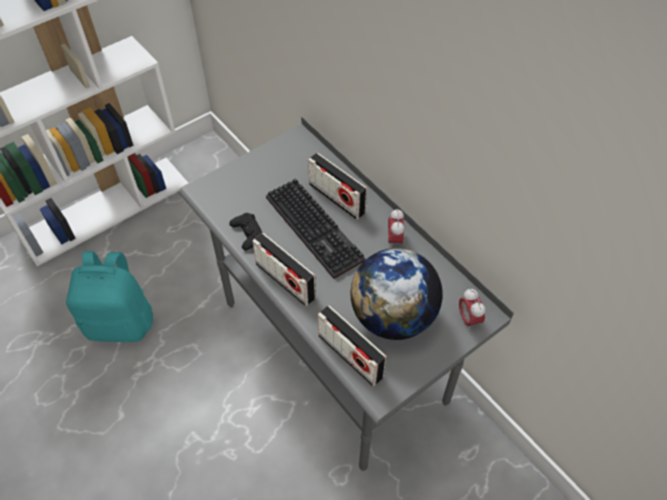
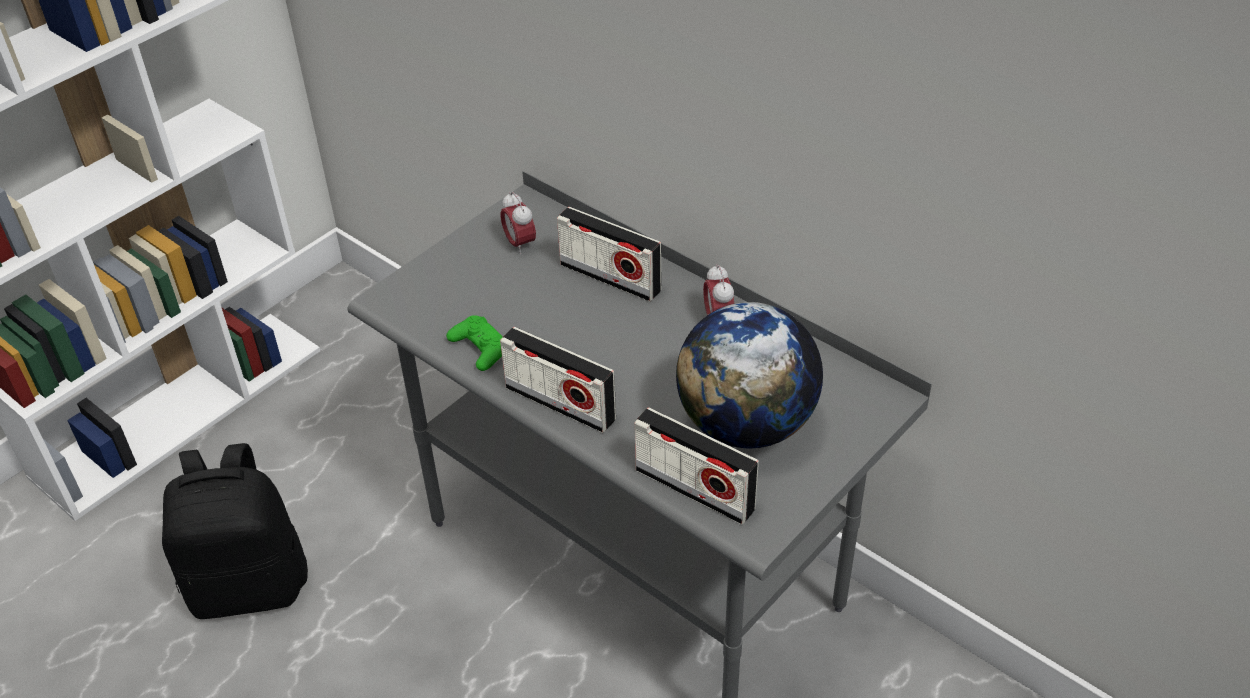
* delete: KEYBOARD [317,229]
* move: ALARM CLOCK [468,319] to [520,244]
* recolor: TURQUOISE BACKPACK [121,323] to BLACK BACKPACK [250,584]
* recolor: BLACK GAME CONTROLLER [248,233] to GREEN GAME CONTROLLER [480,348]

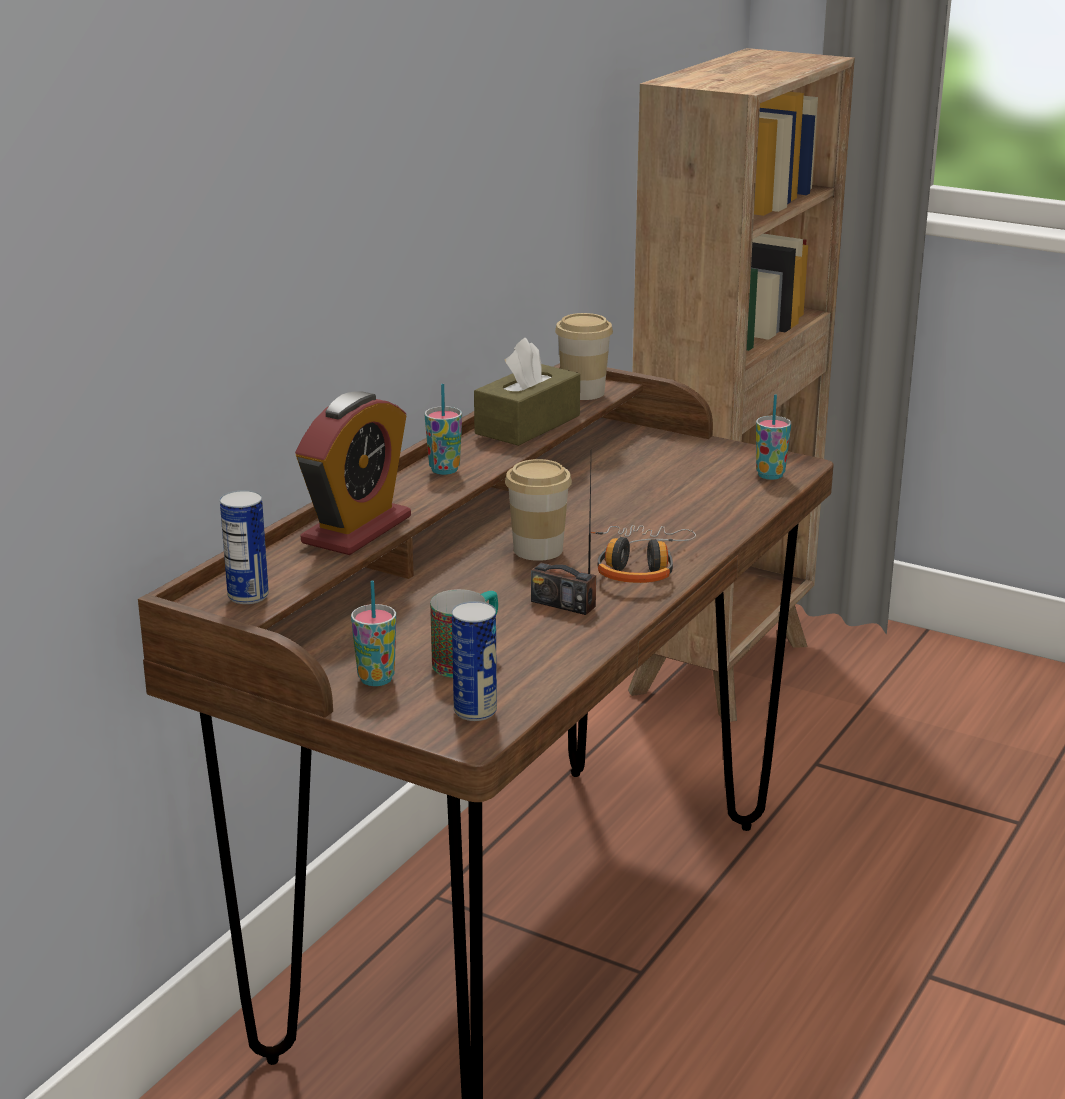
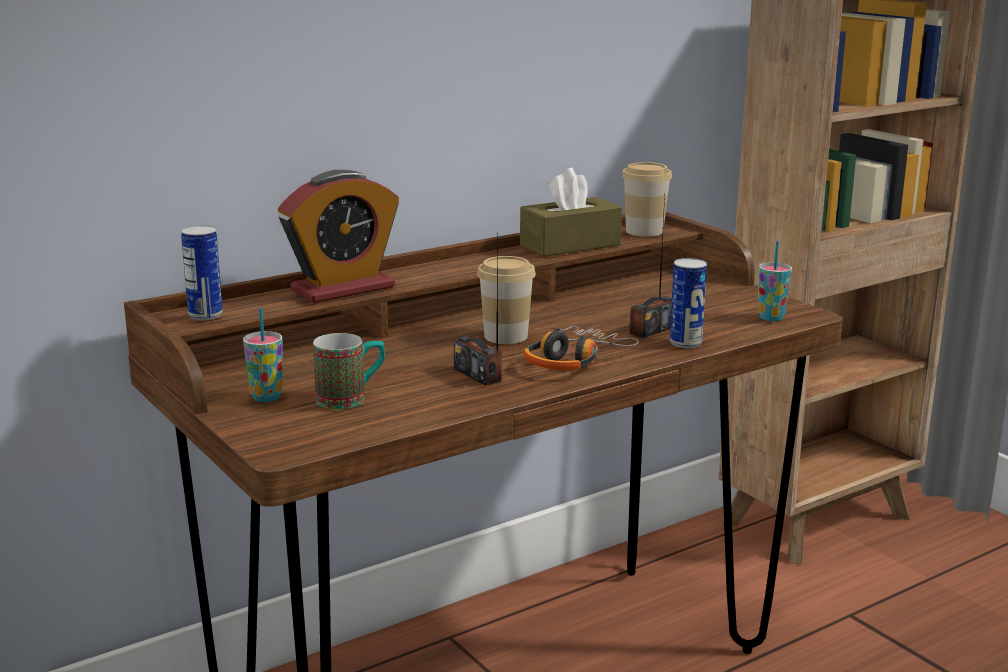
* delete: CUP [444,470]
* insert: RADIO [652,330]
* move: CAN [475,711] to [685,343]

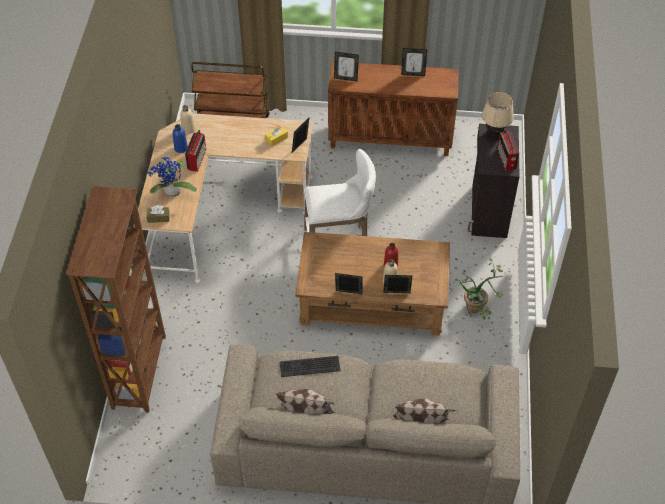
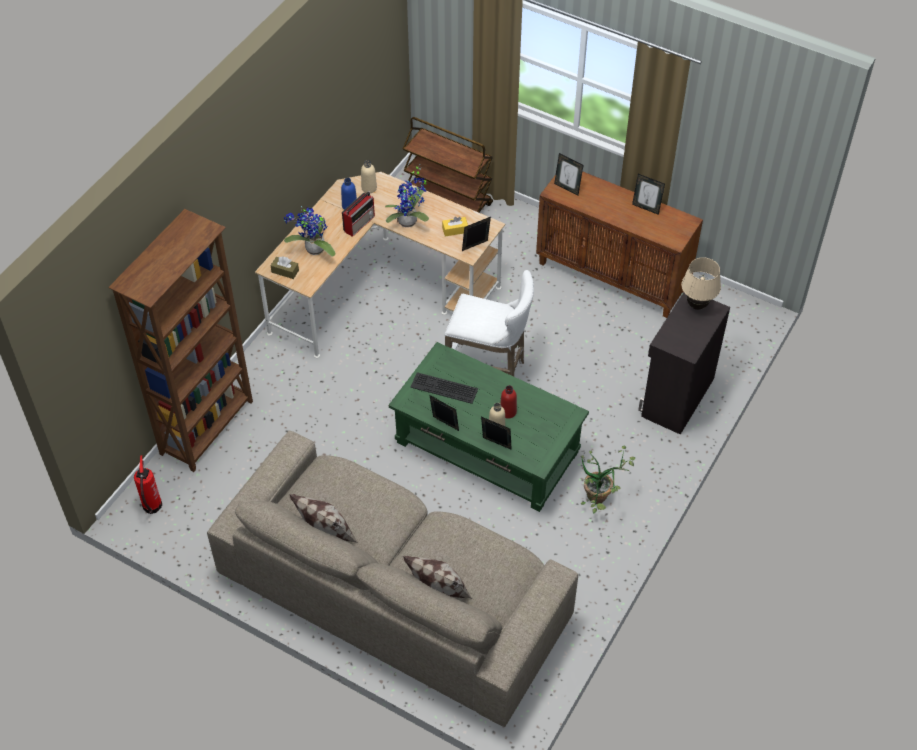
* delete: RADIO [506,159]
* insert: FIRE EXTINGUISHER [152,507]
* insert: POTTED PLANT [410,222]
* move: KEYBOARD [309,367] to [443,389]
* recolor: BROWN COFFEE TABLE [371,301] to GREEN COFFEE TABLE [486,447]

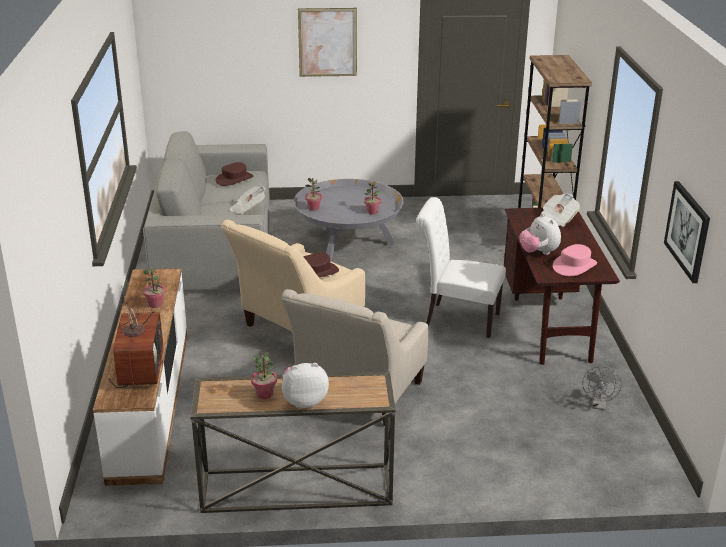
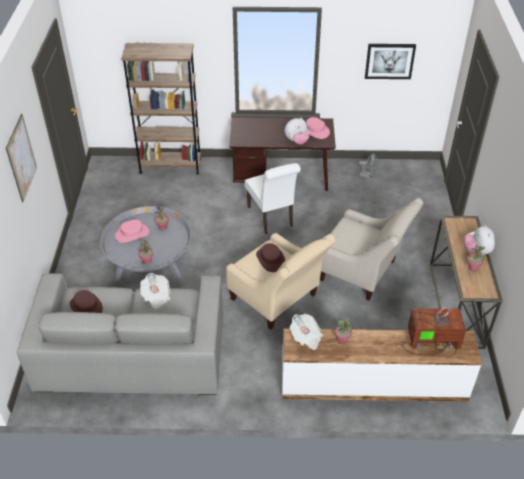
* insert: PINK HAT [132,233]
* move: NEWSPAPER [557,220] to [306,337]
* rotate: WHITE CHAIR [457,319] = [272,218] 45 degrees counterclockwise

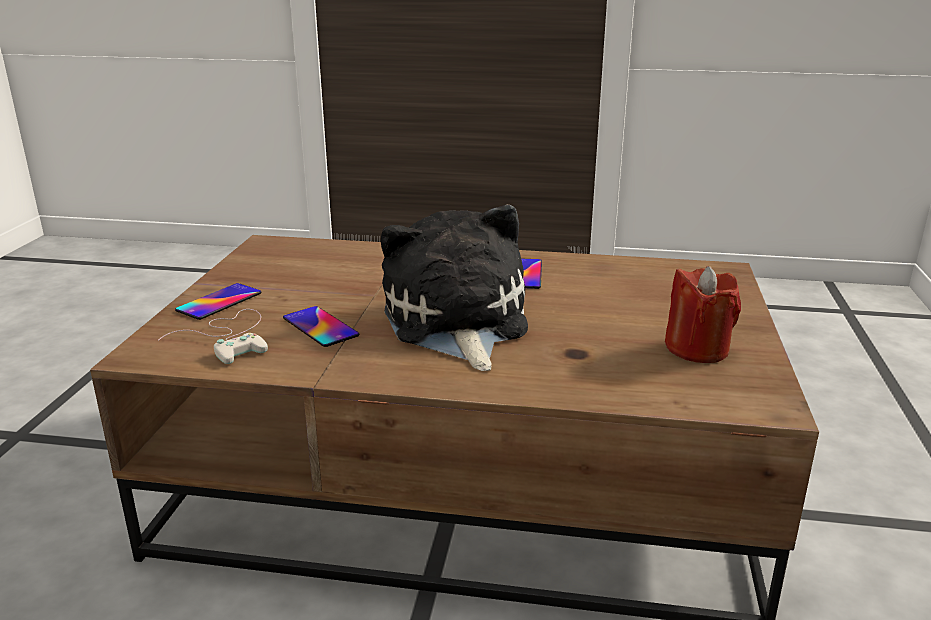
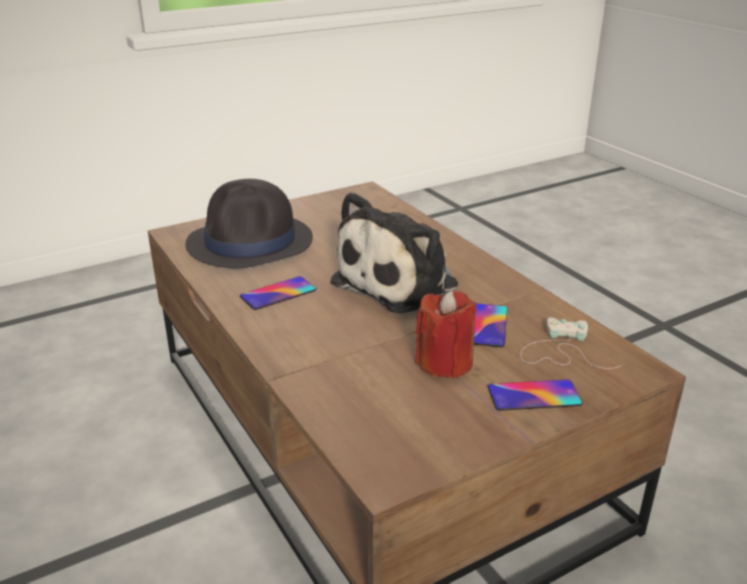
* insert: BLACK HAT [251,243]
* move: RED CANDLE [697,349] to [445,362]

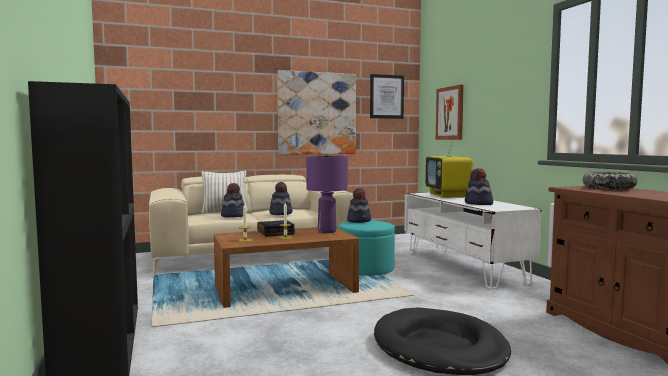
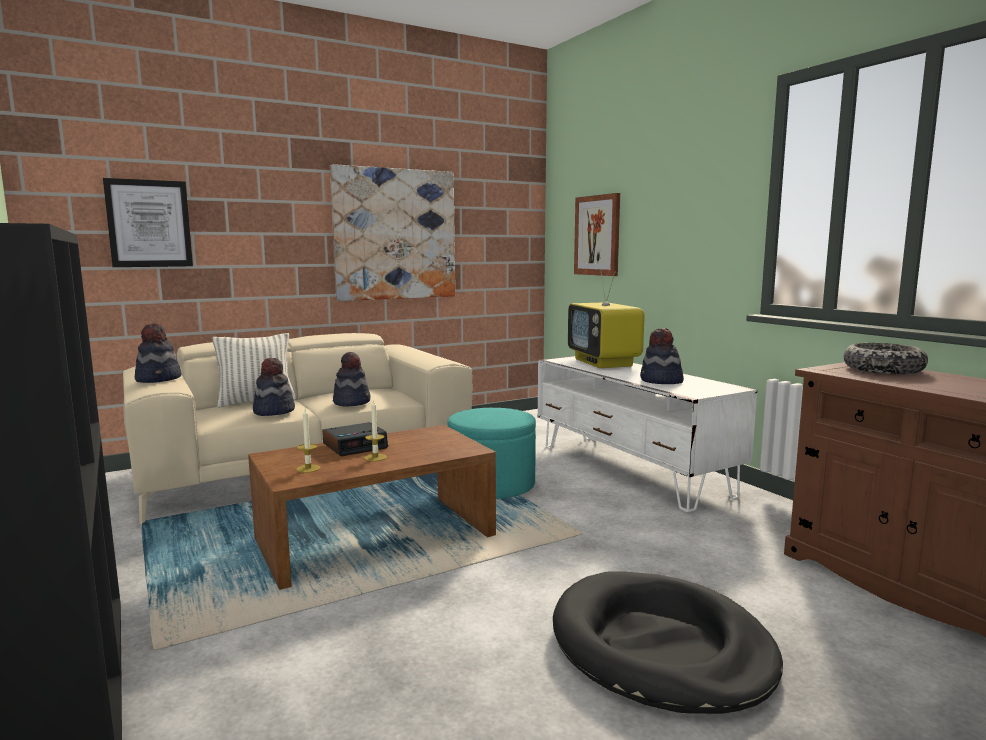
* delete: PURPLE TABLE LAMP [327,231]
* move: HAT [359,221] to [159,379]
* move: PICTURE [386,96] to [149,223]

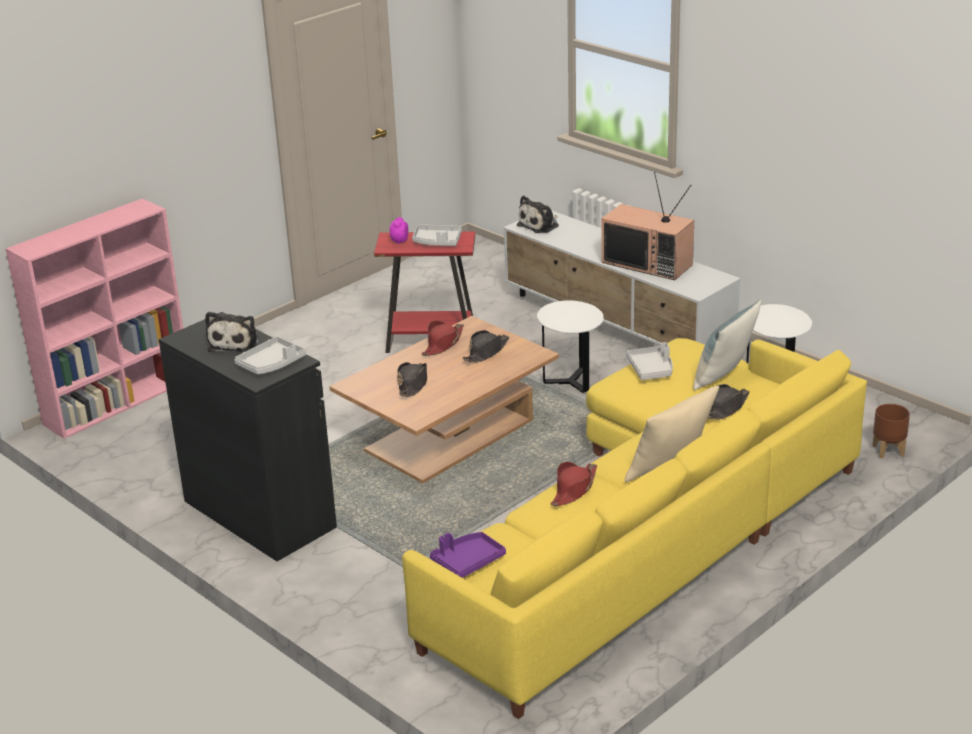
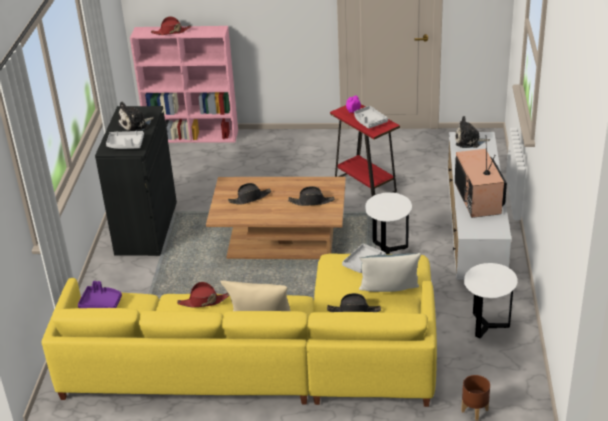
* move: RED HAT [443,344] to [171,32]

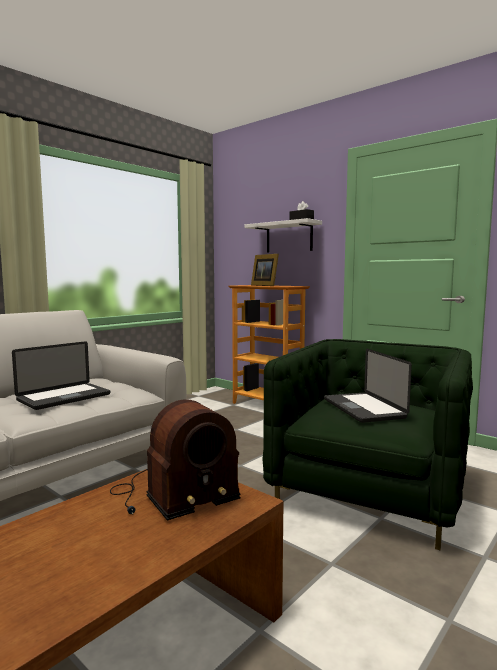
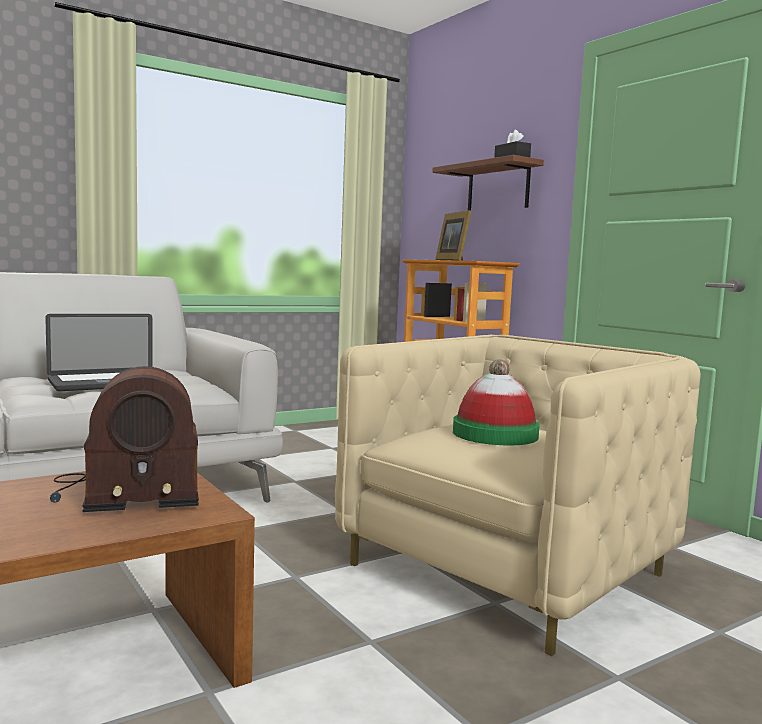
* replace: LAPTOP [363,408] to HAT [495,434]
* recolor: WHITE SHELF [289,237] to BROWN SHELF [498,187]
* recolor: GREEN ARMCHAIR [369,492] to BEIGE ARMCHAIR [507,570]

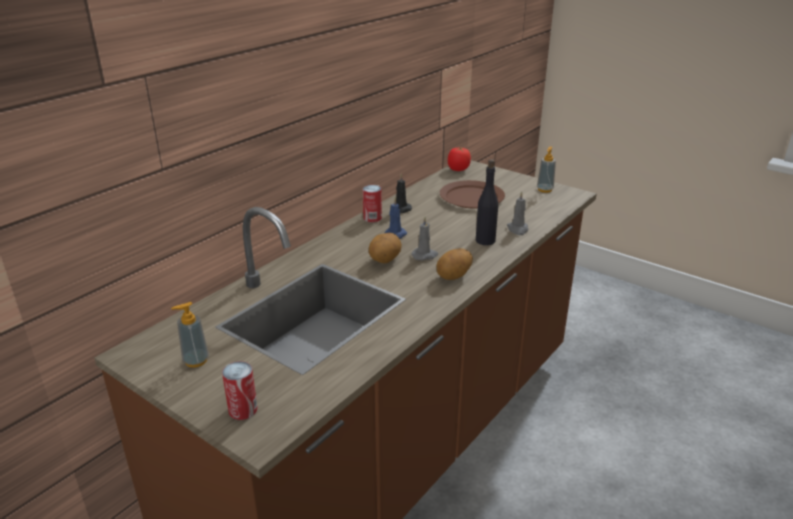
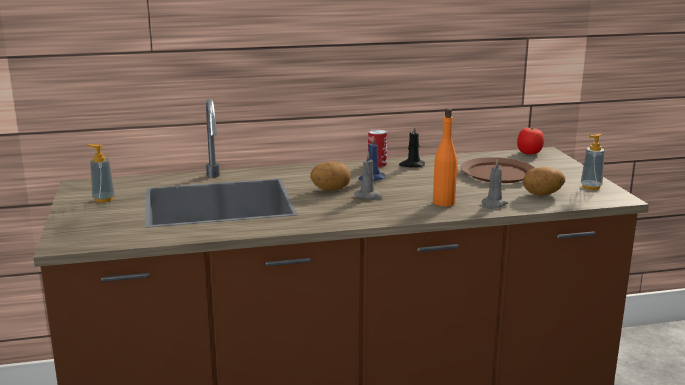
* delete: CAN [243,409]
* move: POTATO [454,276] to [542,194]
* recolor: BLACK BOTTLE [485,240] to ORANGE BOTTLE [444,202]

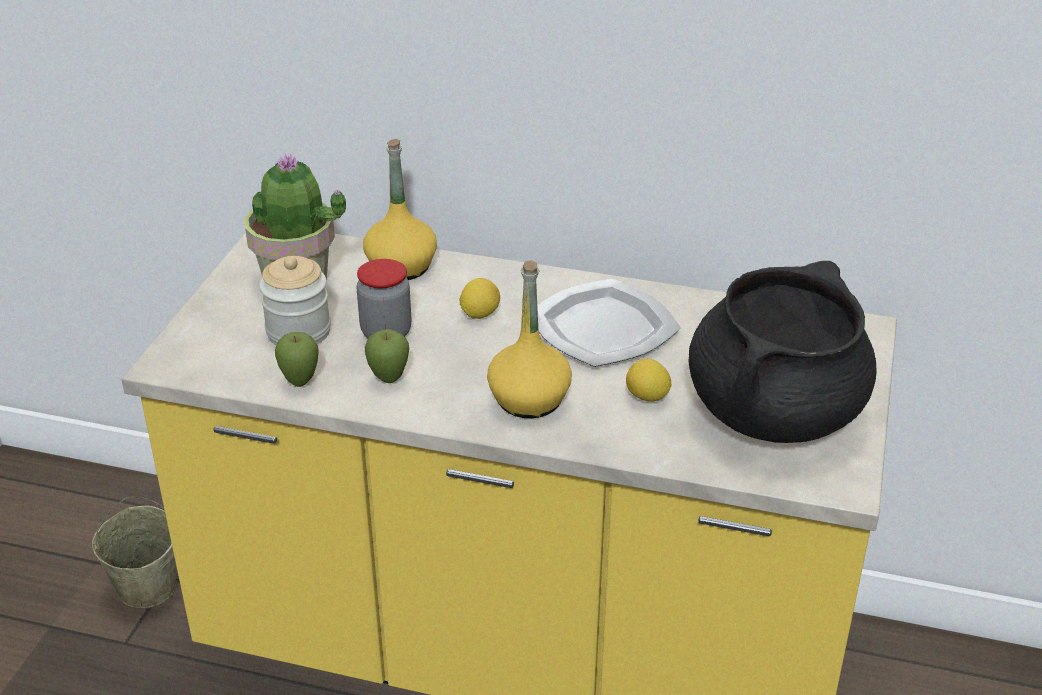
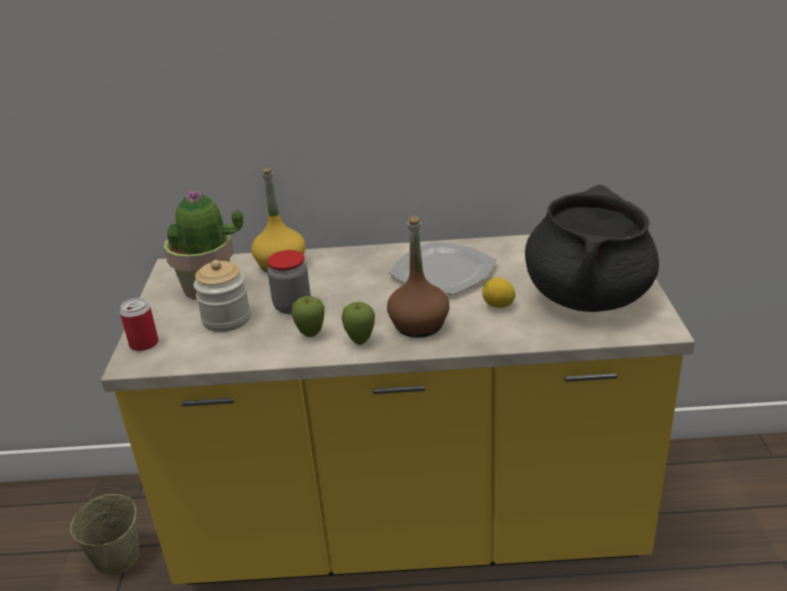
* delete: LEMON [479,314]
* insert: CAN [144,344]
* move: APPLE [300,382] to [360,341]
* recolor: YELLOW BOTTLE [529,399] to BROWN BOTTLE [419,325]

